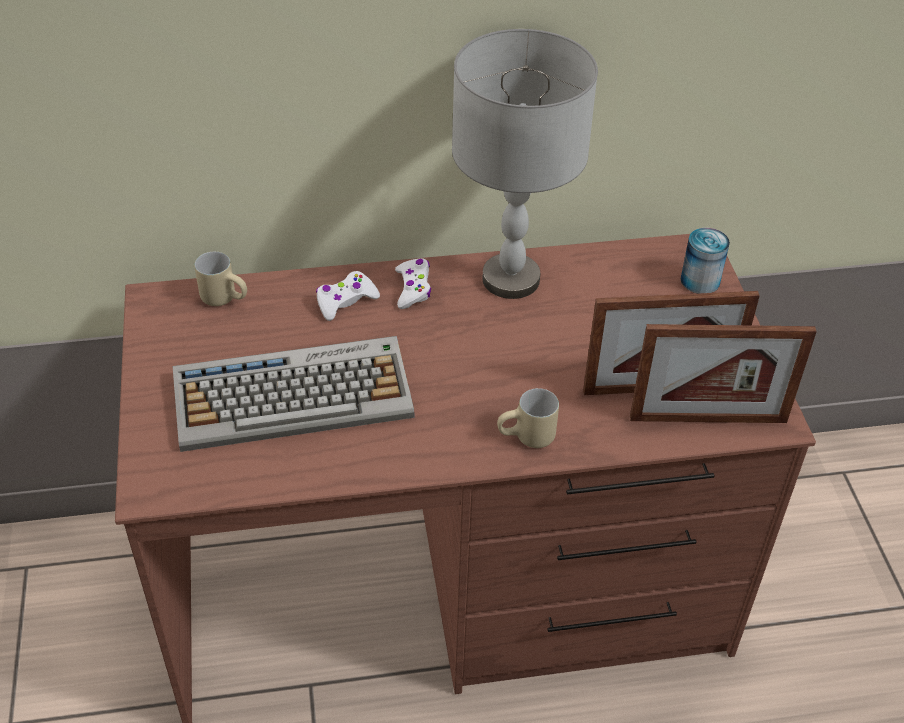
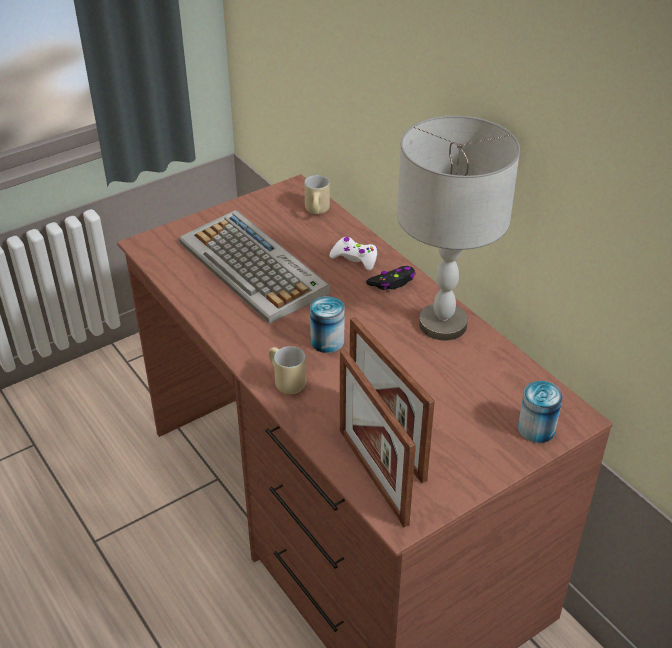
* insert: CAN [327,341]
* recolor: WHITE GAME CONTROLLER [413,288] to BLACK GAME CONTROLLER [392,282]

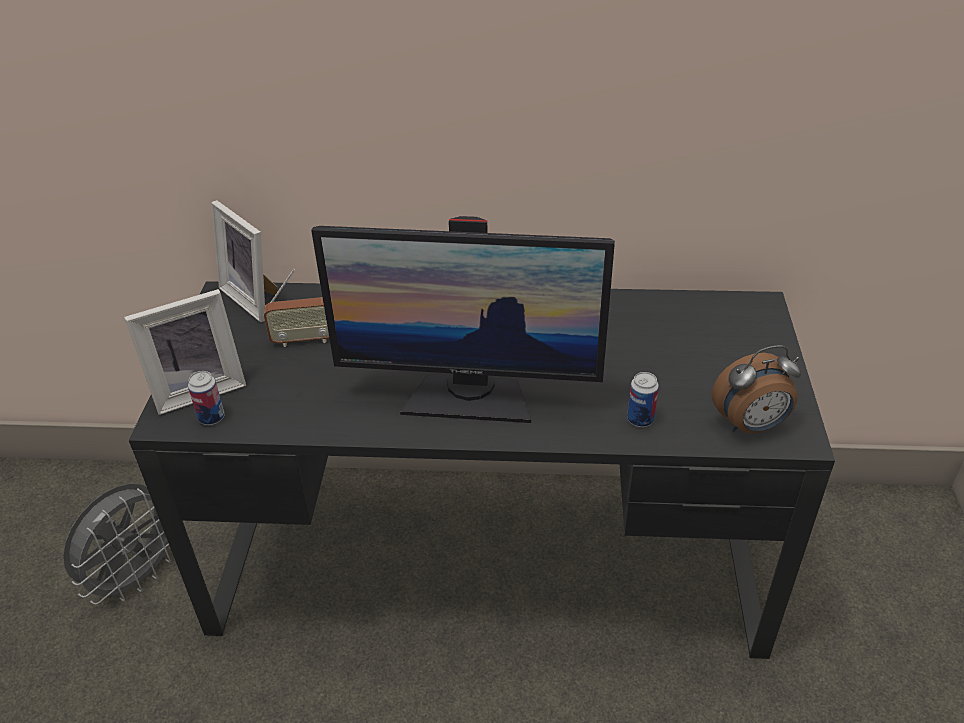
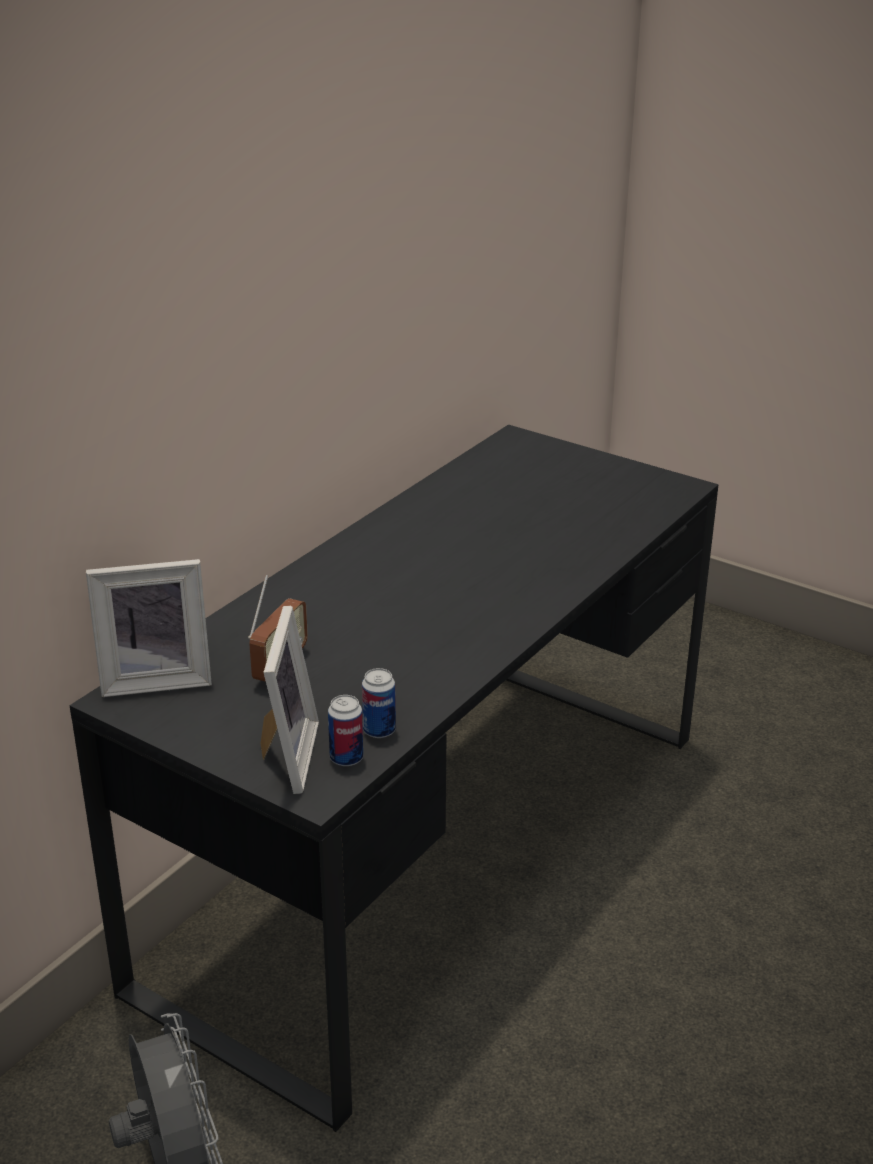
* delete: MONITOR [469,395]
* delete: ALARM CLOCK [751,425]
* move: CAN [640,419] to [379,730]

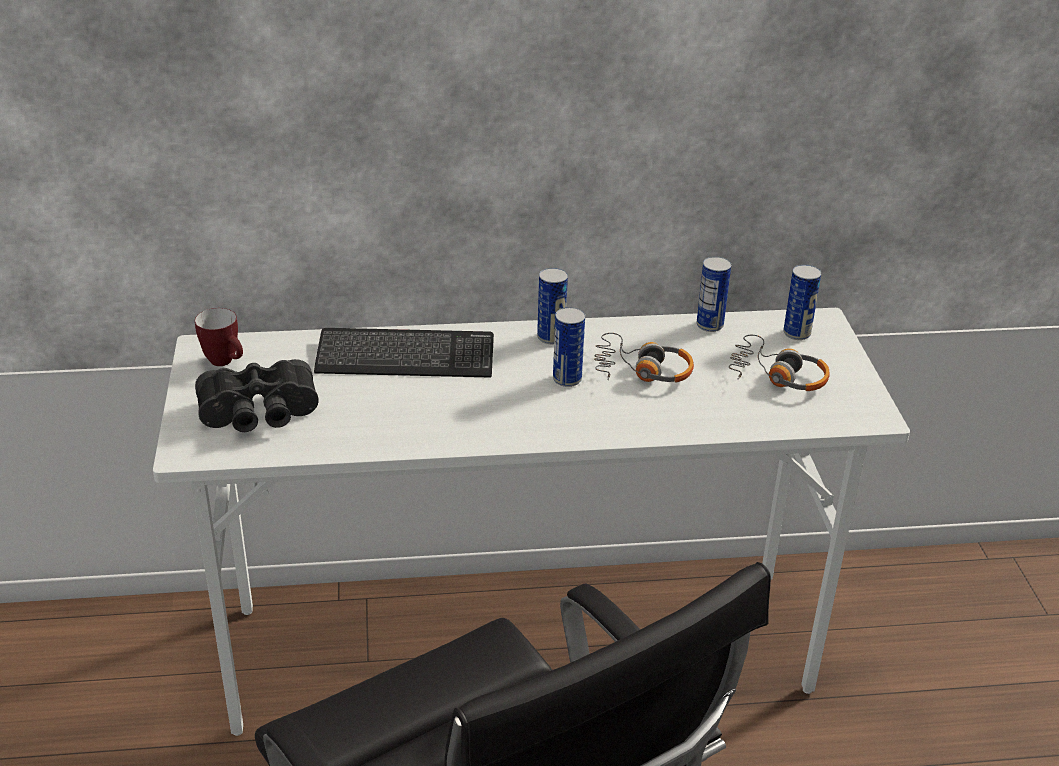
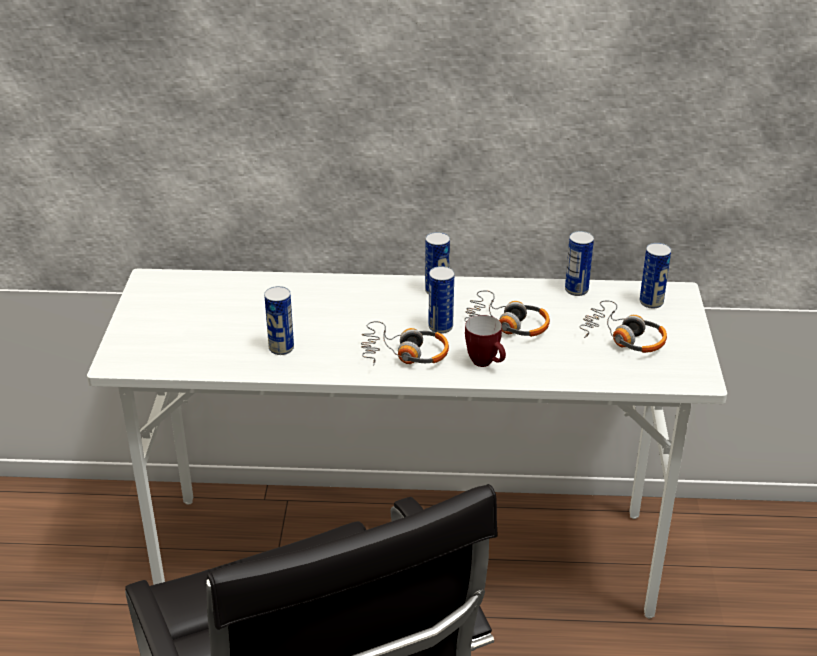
* delete: BLACK BINOCULARS [259,414]
* delete: KEYBOARD [405,357]
* insert: CAN [281,348]
* insert: HEADPHONES [404,354]
* move: MUG [226,362] to [486,364]

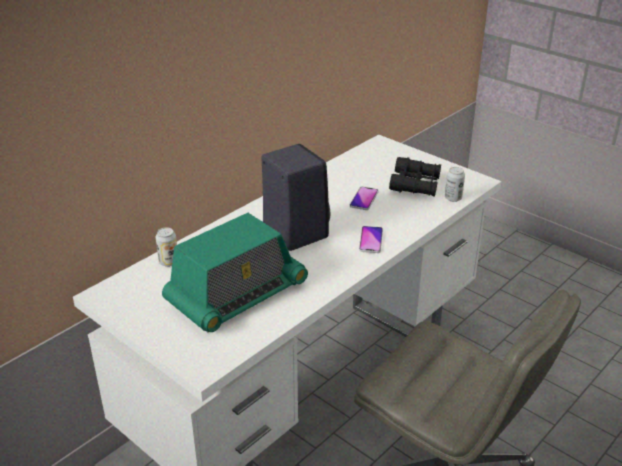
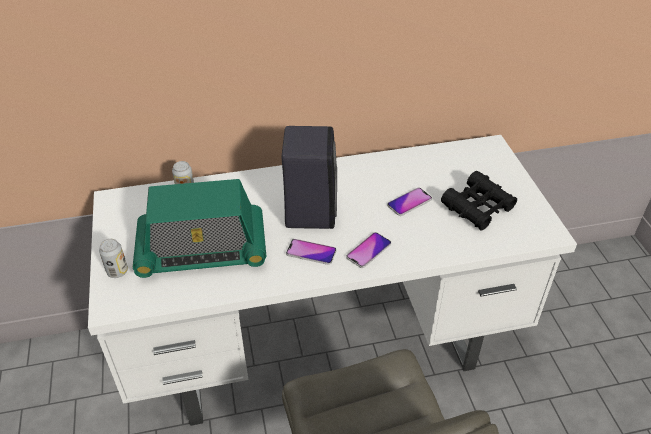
* insert: PHONE [311,252]
* move: CAN [453,198] to [117,272]

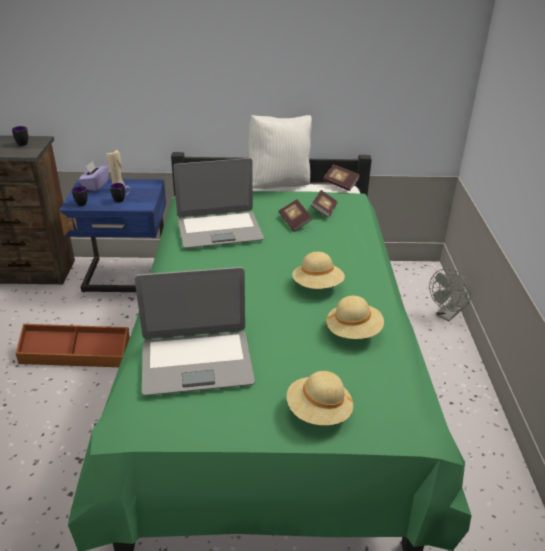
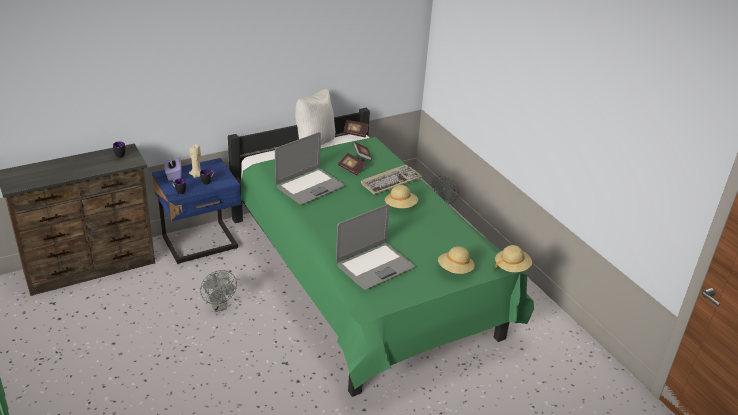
* insert: KEYBOARD [391,181]
* move: BEIGE HAT [353,332] to [512,267]
* replace: BROWN STORAGE BOX [76,354] to GREY FAN [219,306]

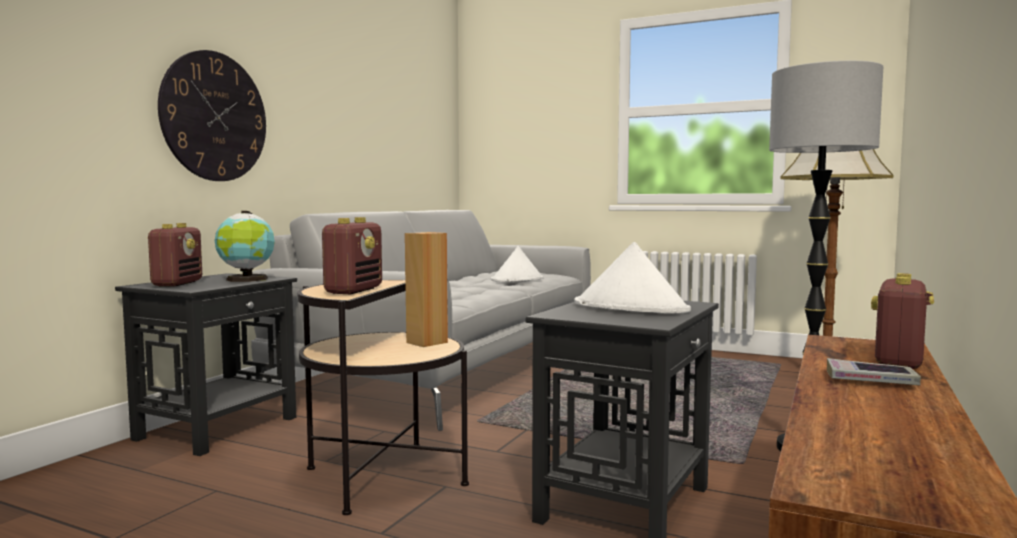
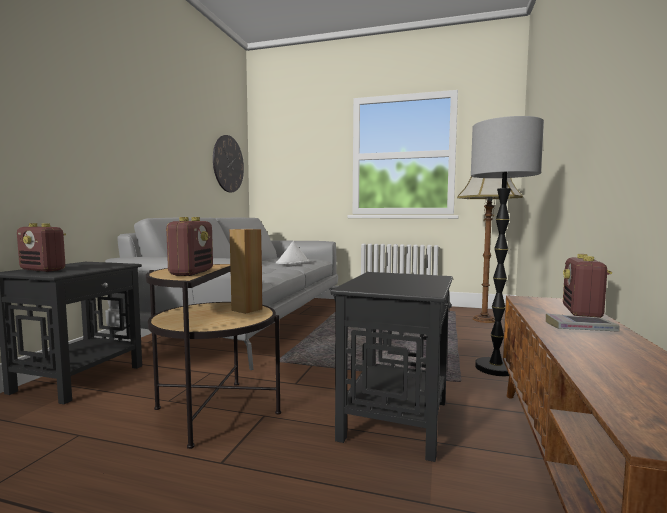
* delete: GLOBE [246,279]
* delete: WHITE HAT [631,308]
* move: WALL CLOCK [214,117] to [228,164]
* rotate: RADIO [177,283] = [43,270] 120 degrees clockwise

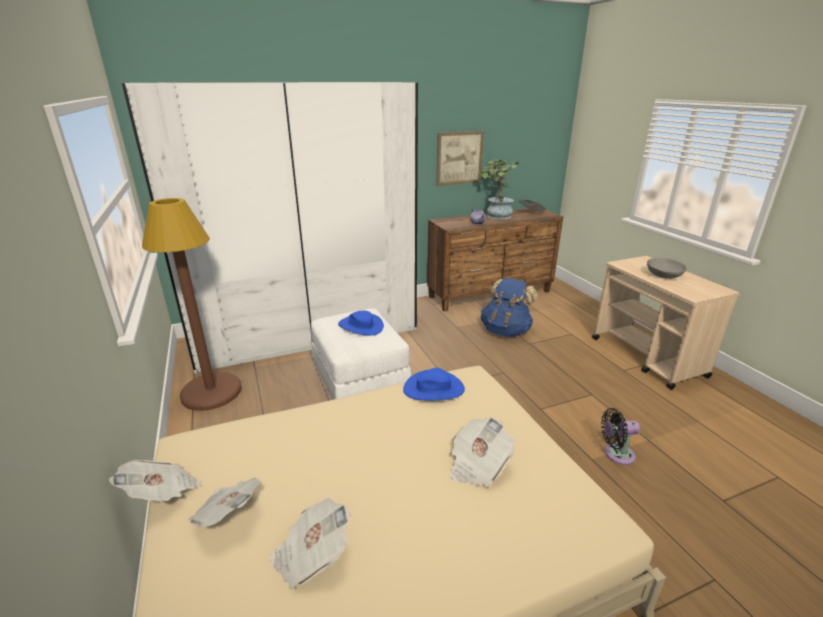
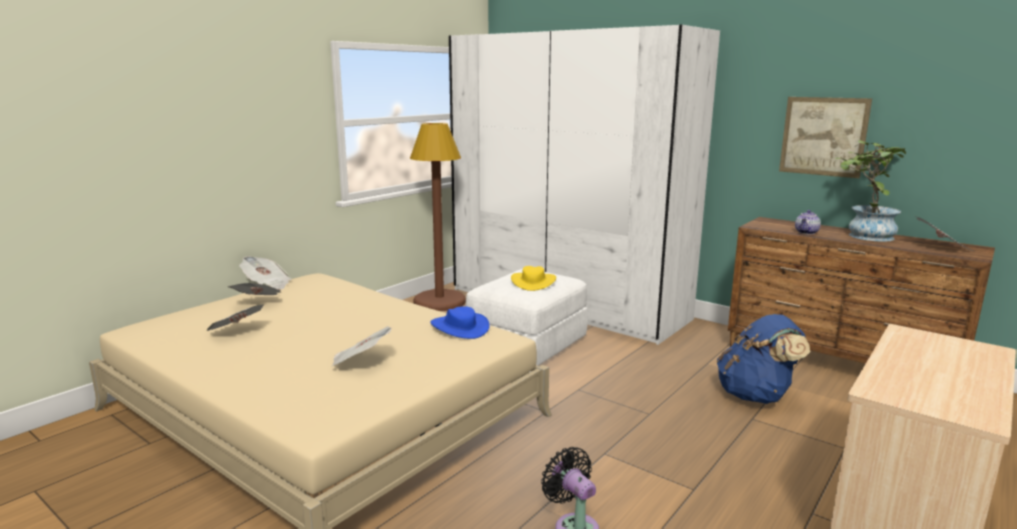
* delete: GREY BOWL [663,275]
* recolor: BLUE HAT [361,326] to YELLOW HAT [533,282]

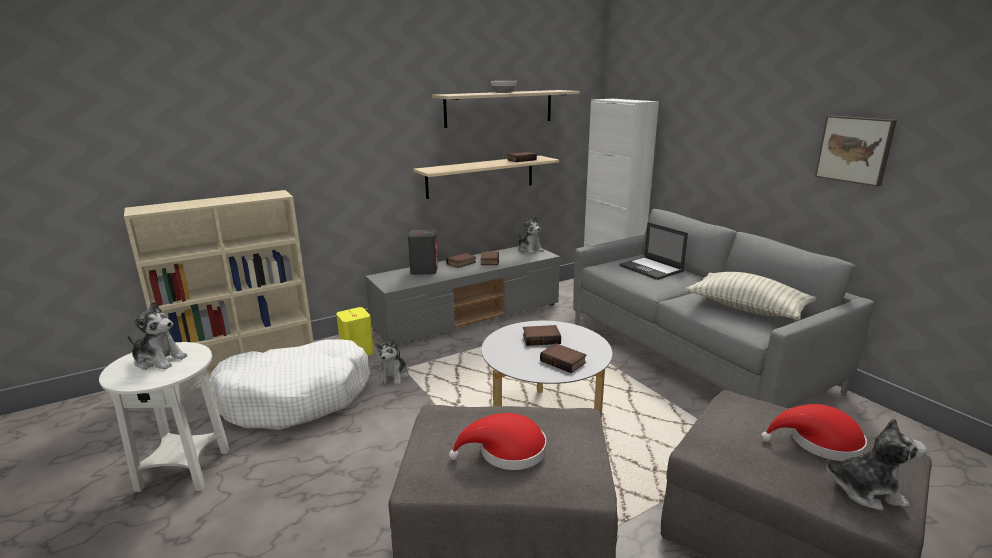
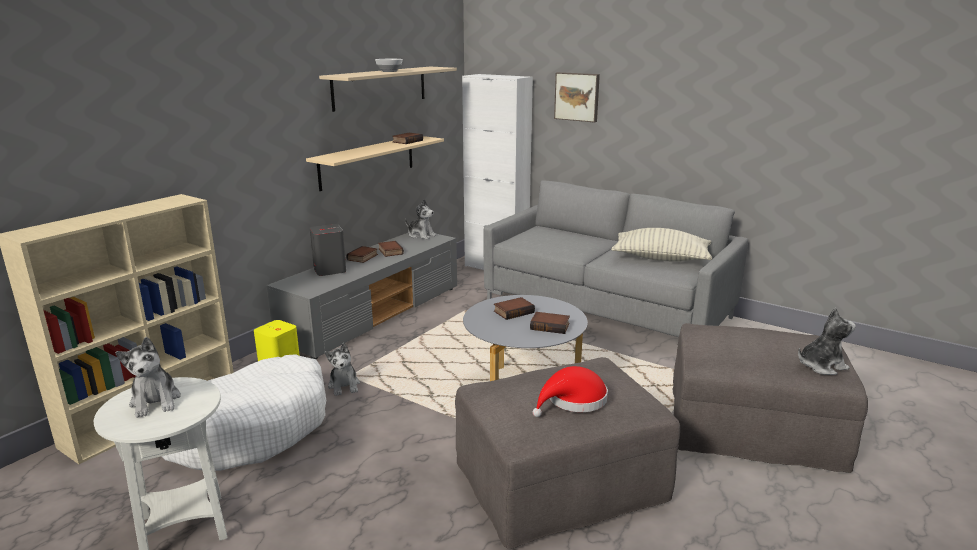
* delete: LAPTOP [651,269]
* delete: RED HAT [819,442]
* move: PICTURE [855,149] to [577,96]
* rotate: PLUSH TOY [159,360] = [156,401] 75 degrees clockwise

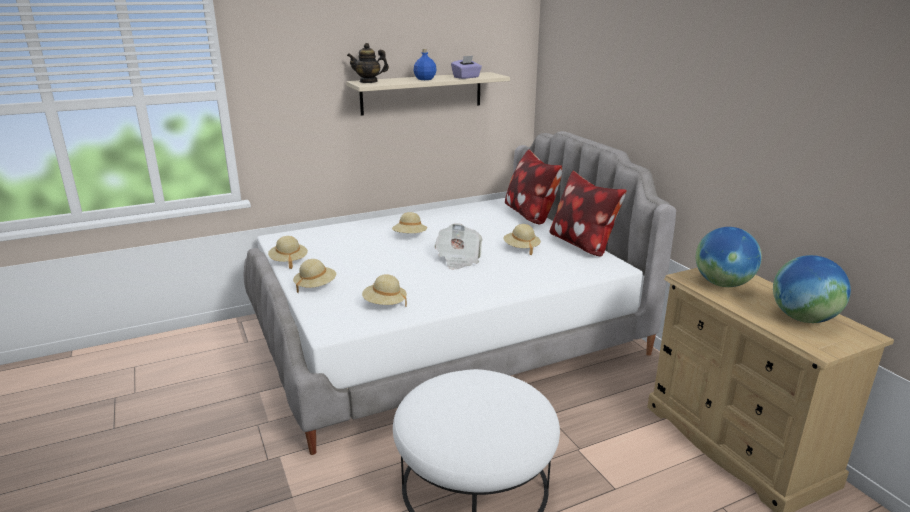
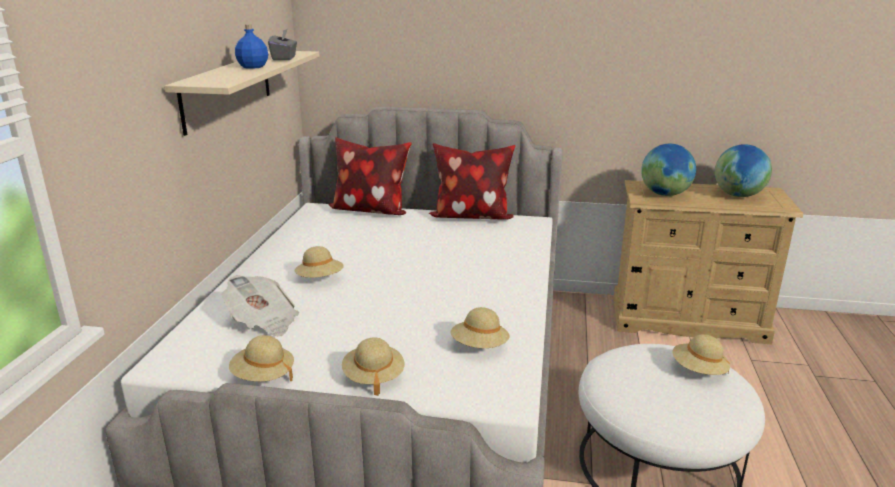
* delete: TEAPOT [368,81]
* move: NEWSPAPER [458,259] to [263,322]
* move: BEIGE HAT [521,248] to [698,370]
* recolor: PURPLE TISSUE BOX [466,77] to GREY TISSUE BOX [284,58]

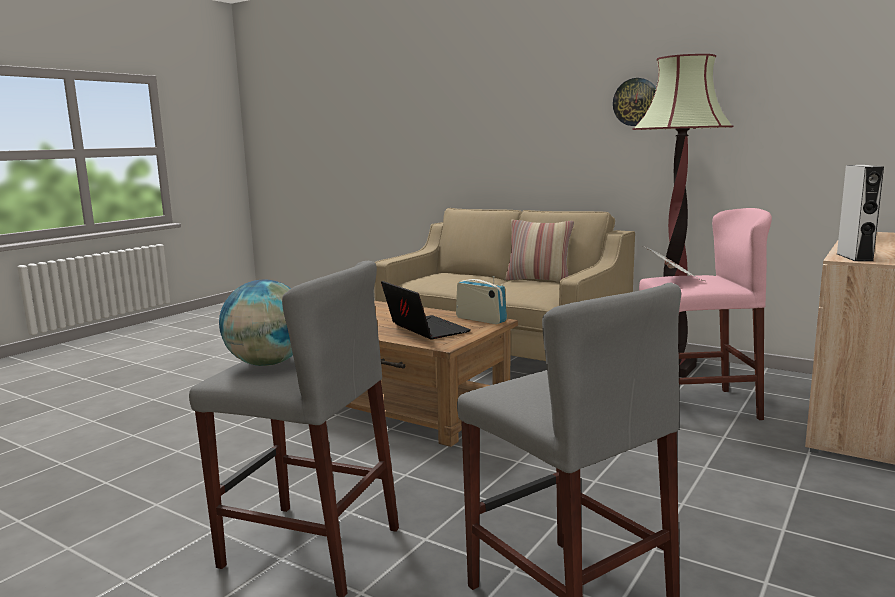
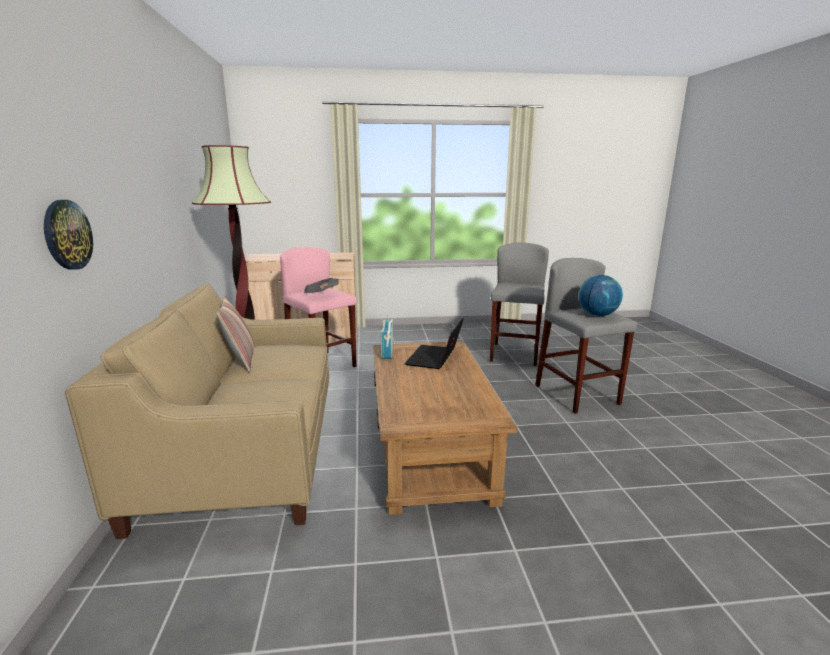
* delete: GREY SPEAKER [854,257]
* move: WALL CLOCK [636,102] to [67,235]

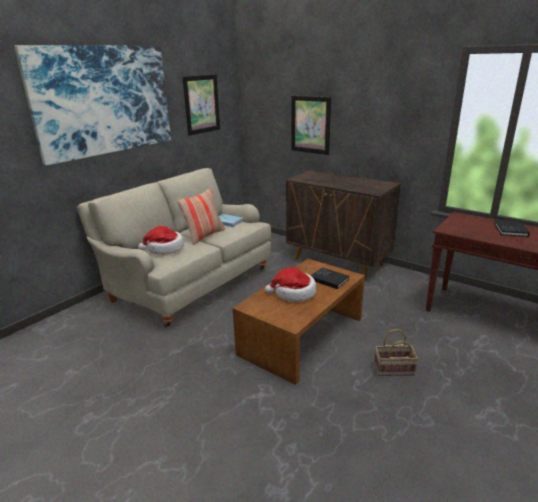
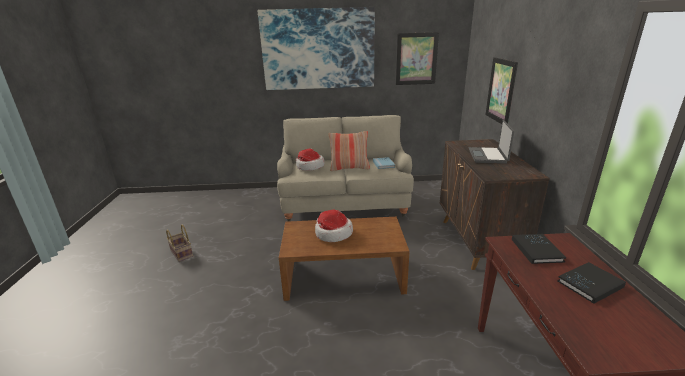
* insert: LAPTOP [488,156]
* move: BLACK BOOK [329,279] to [536,250]
* move: BASKET [393,370] to [181,253]

